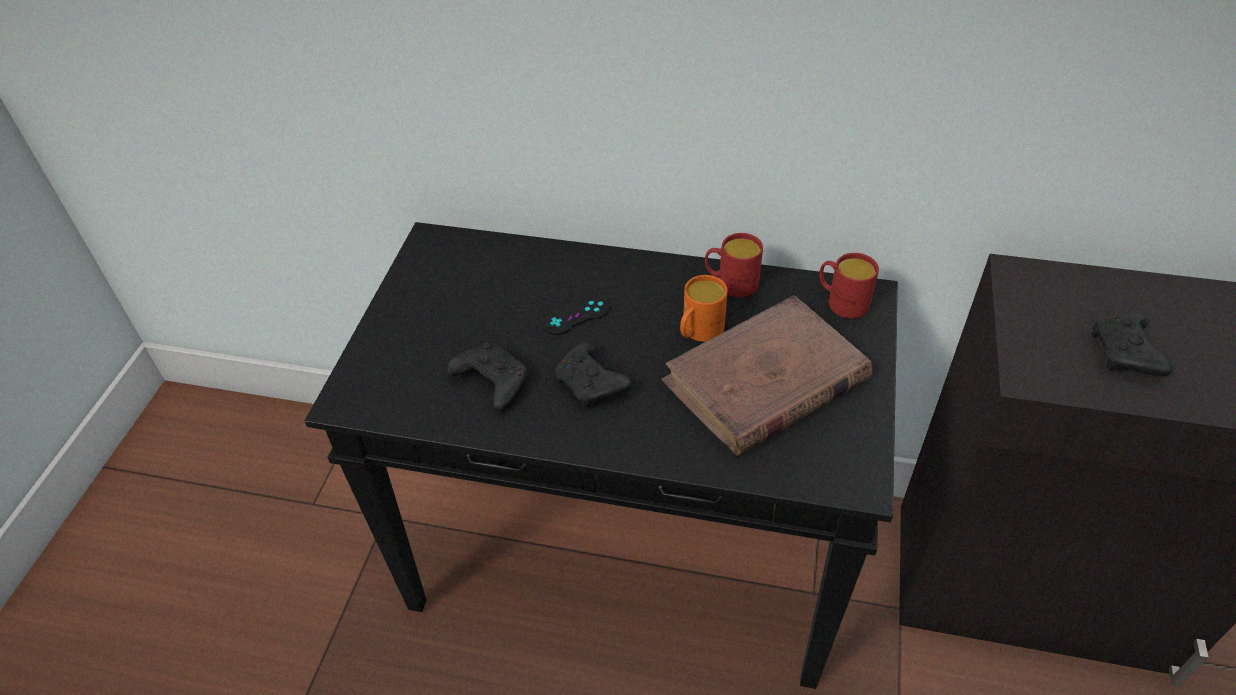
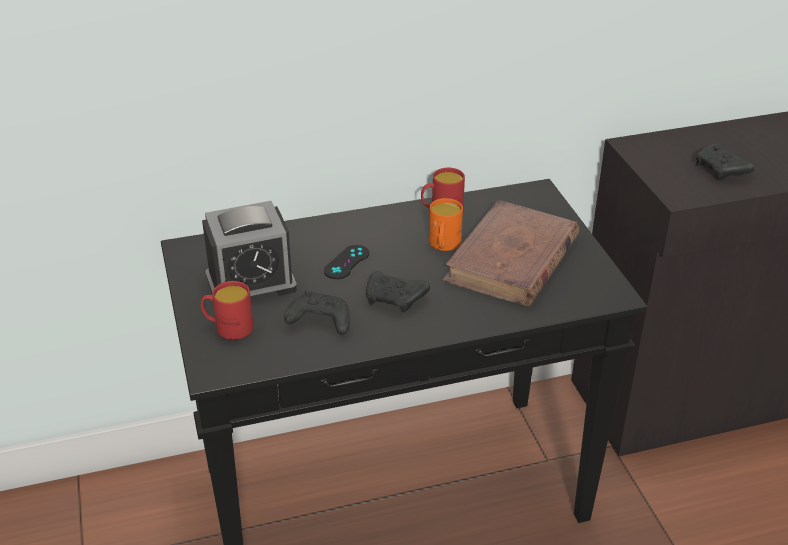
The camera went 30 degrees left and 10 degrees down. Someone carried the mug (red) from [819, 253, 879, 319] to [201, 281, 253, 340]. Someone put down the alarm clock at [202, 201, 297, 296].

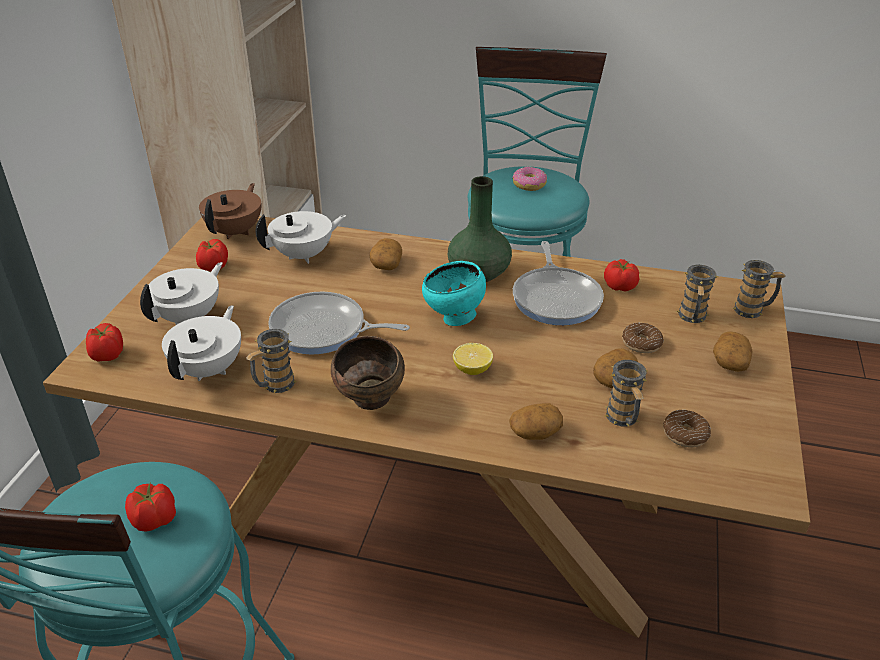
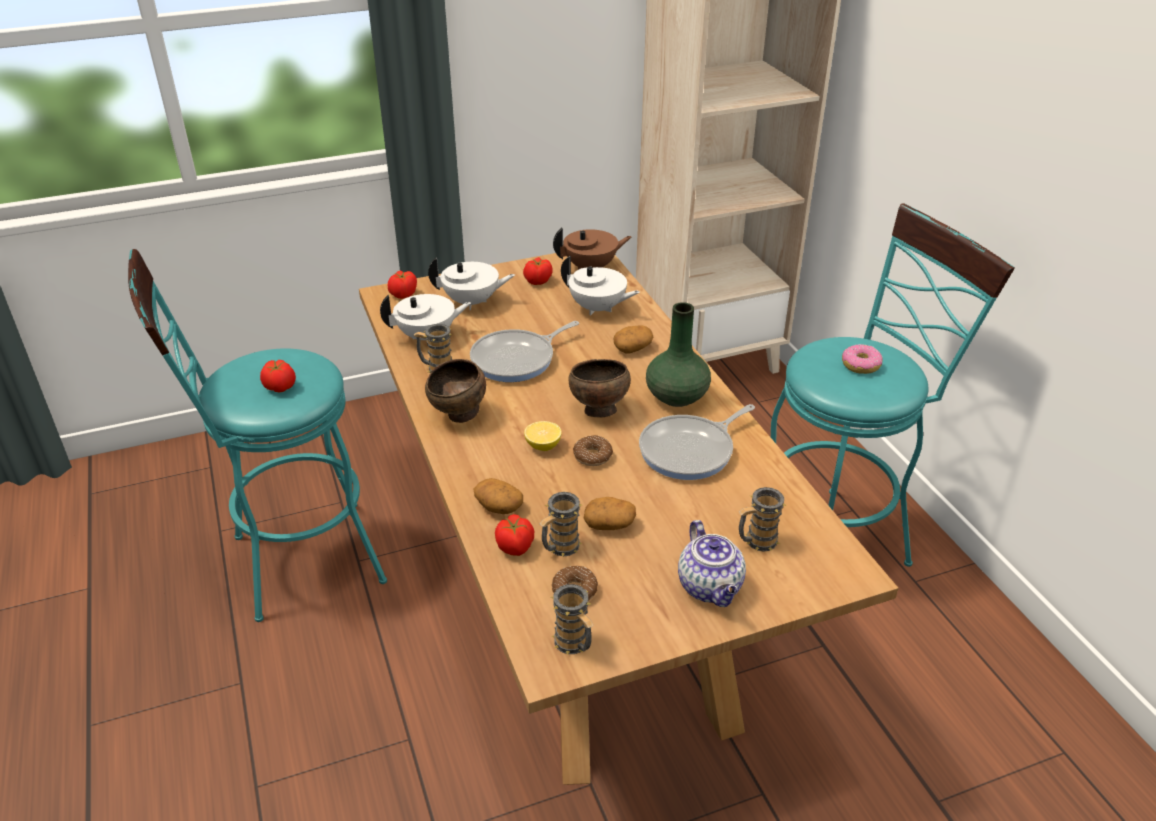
The camera went 55 degrees right and 0 degrees up. Someone rotated the frying pan at [268, 292, 410, 355] by 105 degrees counterclockwise. Someone carried the tomato from [604, 259, 640, 291] to [495, 514, 534, 556]. Someone carried the mug from [732, 260, 785, 318] to [550, 584, 593, 655]. Someone repainted the bowl (turquoise) at [422, 261, 486, 326], which became the bowl (brown) at [568, 359, 631, 417]. Someone carried the donut from [622, 323, 664, 353] to [573, 435, 613, 466]. Someone swapped the potato at [713, 331, 753, 372] for the teapot at [678, 520, 746, 607].

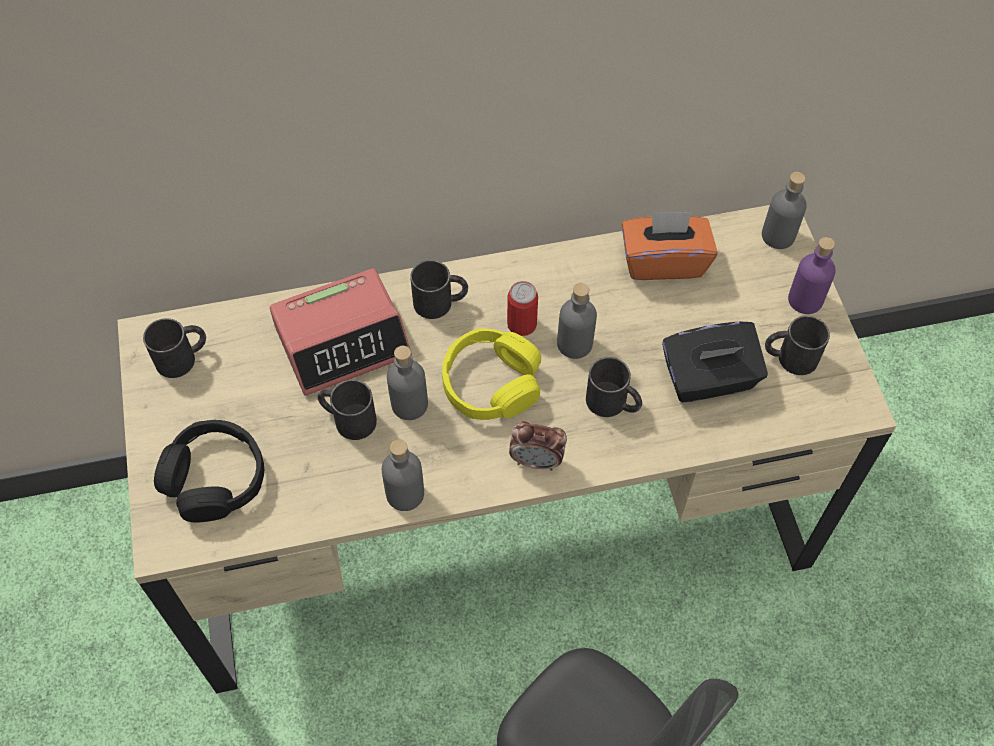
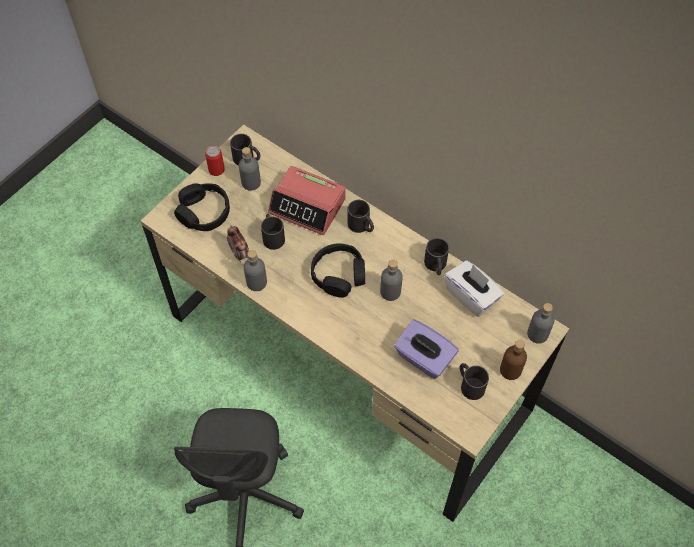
The camera went 50 degrees right and 0 degrees up. Someone carried the can from [507, 281, 538, 336] to [205, 145, 225, 176]. Someone carried the alarm clock from [509, 421, 567, 471] to [227, 226, 249, 262]. Someone carried the bottle (grey) from [387, 346, 428, 420] to [239, 147, 261, 191]. Someone repainted the headphones (yellow) at [442, 329, 541, 420], which became the headphones (black) at [311, 243, 365, 298]. Someone repainted the tissue box (black) at [662, 321, 768, 403], which became the tissue box (purple) at [394, 319, 459, 379]. Someone carried the mug (black) from [586, 357, 642, 417] to [424, 238, 449, 275]. Someone repainted the tissue box (orange) at [621, 211, 718, 280], which became the tissue box (white) at [444, 260, 504, 317]. Someone repainted the bottle (purple) at [788, 237, 836, 314], which became the bottle (brown) at [500, 340, 527, 380].

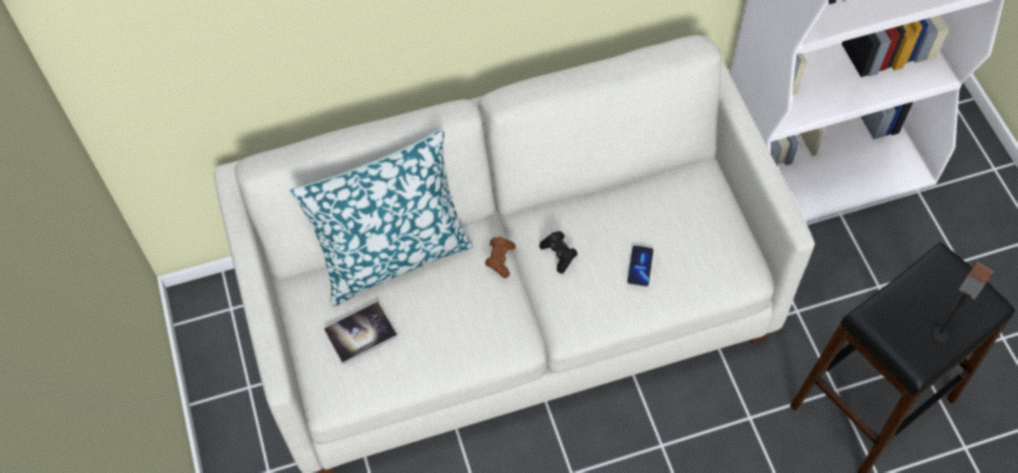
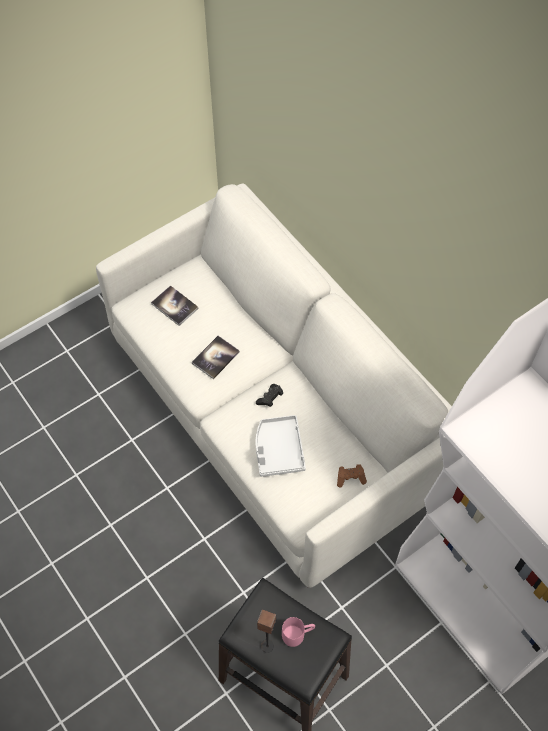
The camera went 70 degrees right and 0 degrees up. Someone put down the book at [192, 336, 240, 379]. Someone swapped the phone at [627, 245, 654, 287] for the tray (grey) at [256, 415, 306, 477]. Someone put down the mug (pink) at [282, 617, 315, 647]. Someone carried the game controller (brown) from [485, 237, 516, 278] to [337, 464, 367, 487]. Someone took away the pillow at [290, 129, 473, 307].

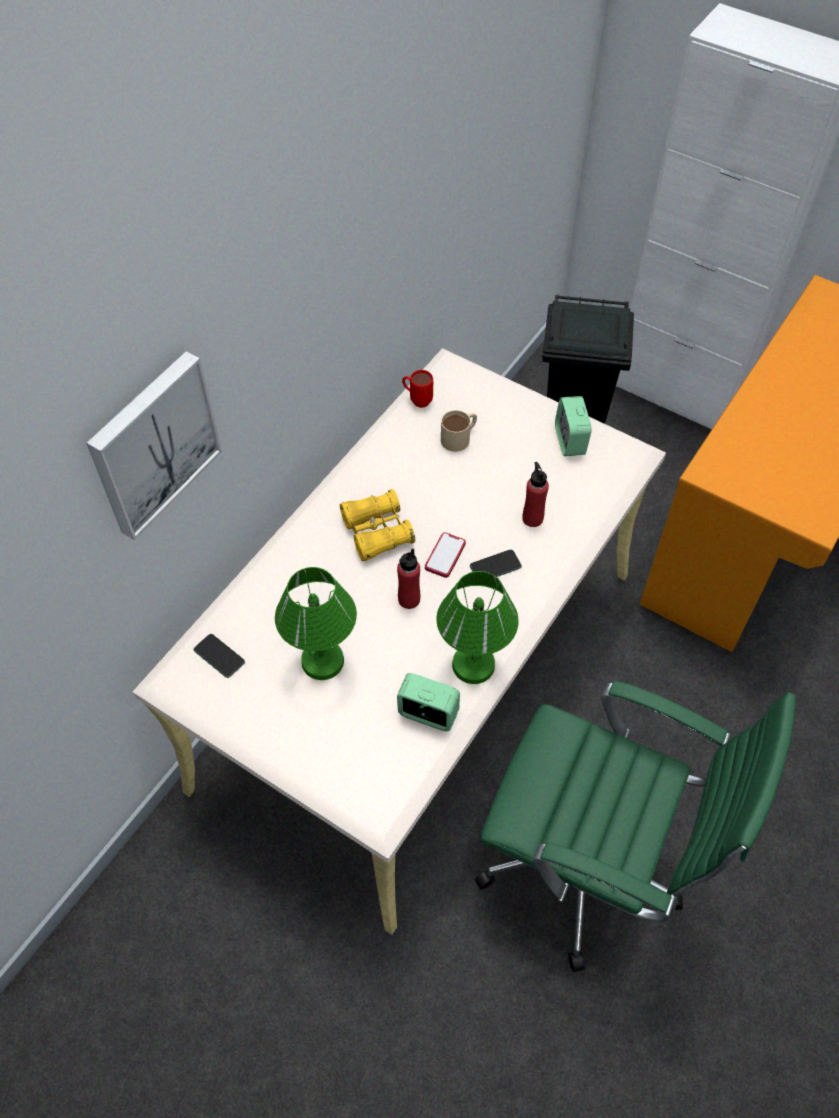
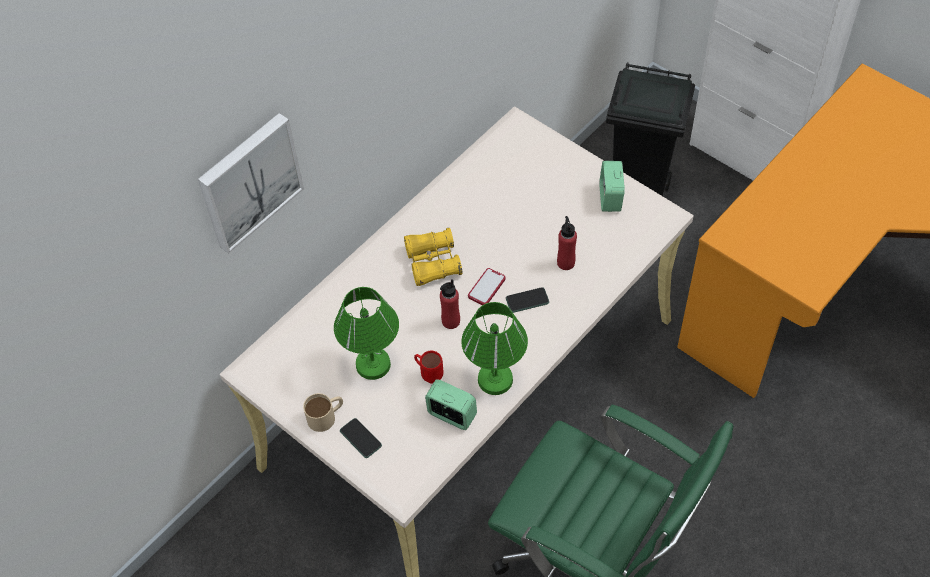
The camera went 10 degrees right and 0 degrees up. Someone carried the mug (beige) from [441, 410, 477, 452] to [303, 393, 343, 432]. Someone carried the phone from [194, 634, 245, 678] to [340, 418, 382, 458]. Someone carried the mug (red) from [402, 370, 433, 408] to [414, 351, 443, 383].

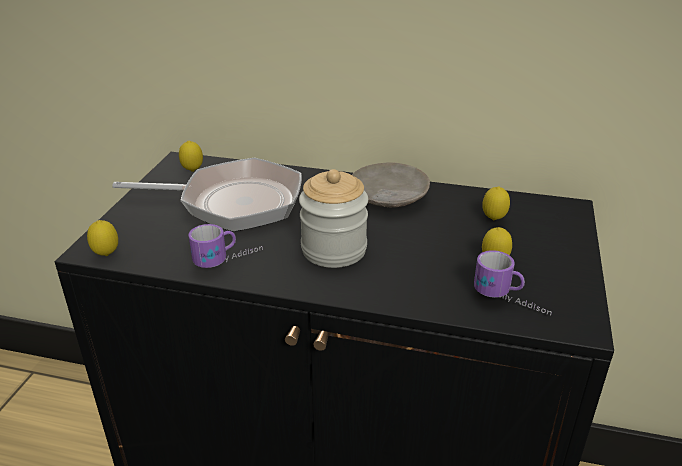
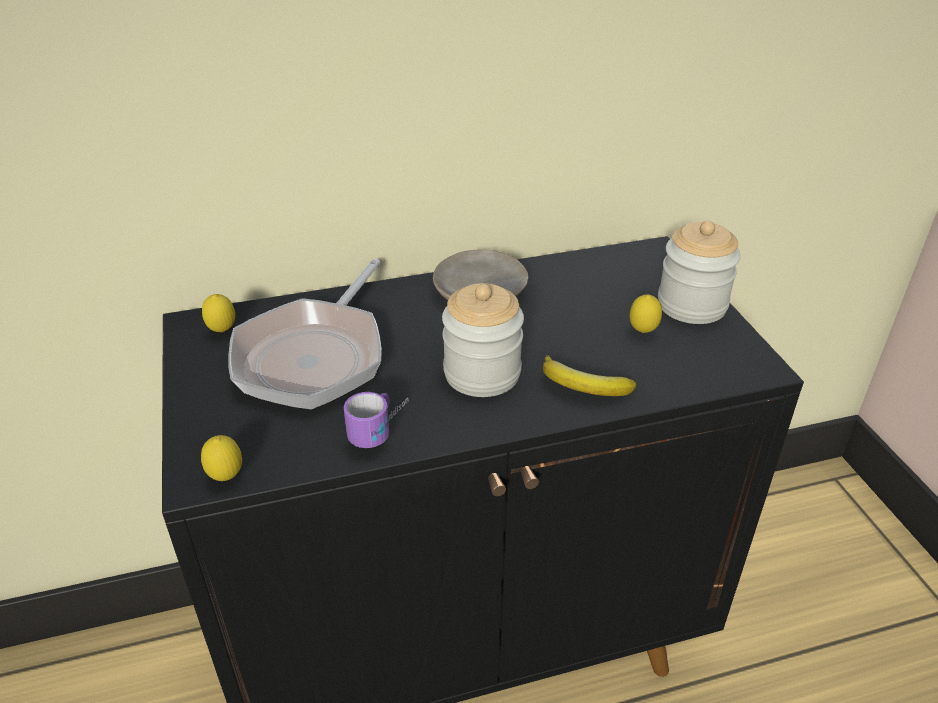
The camera went 30 degrees left and 5 degrees up. Someone rotated the frying pan at [112, 158, 302, 232] by 135 degrees clockwise. Someone put down the banana at [543, 355, 636, 396]. Someone put down the jar at [658, 220, 741, 324]. Someone took away the mug at [474, 250, 552, 316]. Someone took away the lemon at [483, 186, 510, 220].

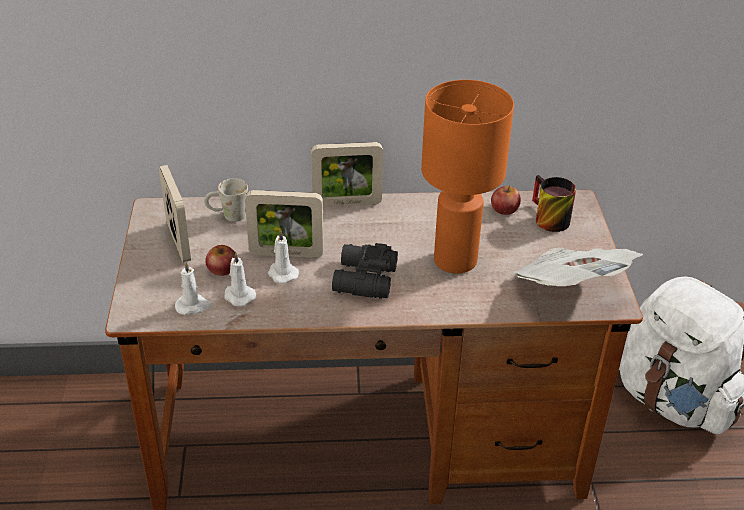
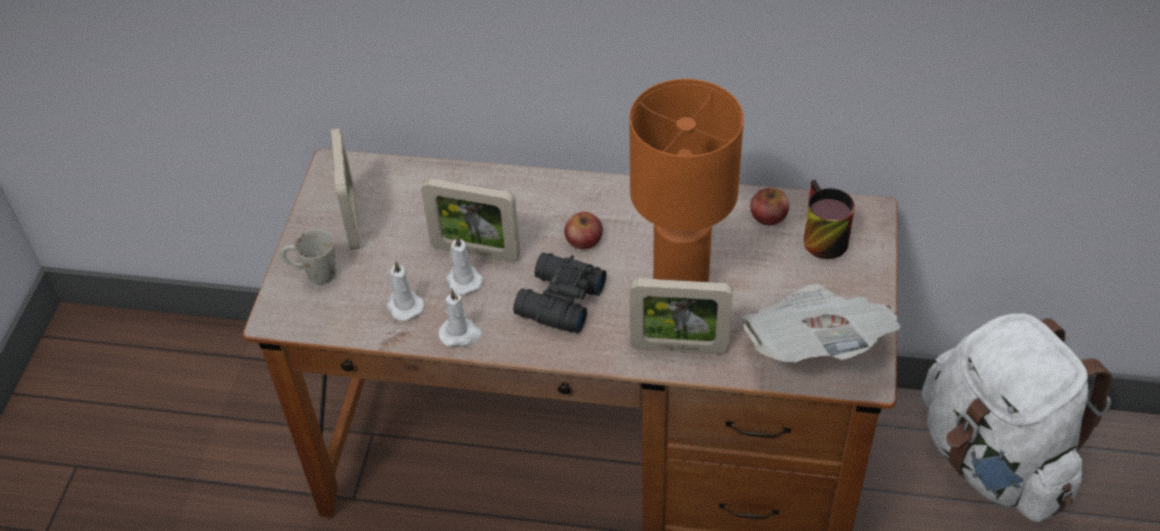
The camera went 15 degrees right and 10 degrees up. Someone carried the mug (white) from [204, 178, 248, 222] to [280, 229, 336, 284]. Someone carried the candle (white) from [175, 261, 212, 315] to [439, 288, 483, 347]. Someone carried the apple from [205, 245, 235, 276] to [564, 212, 603, 249]. Someone carried the picture frame from [311, 142, 383, 207] to [629, 278, 733, 354].

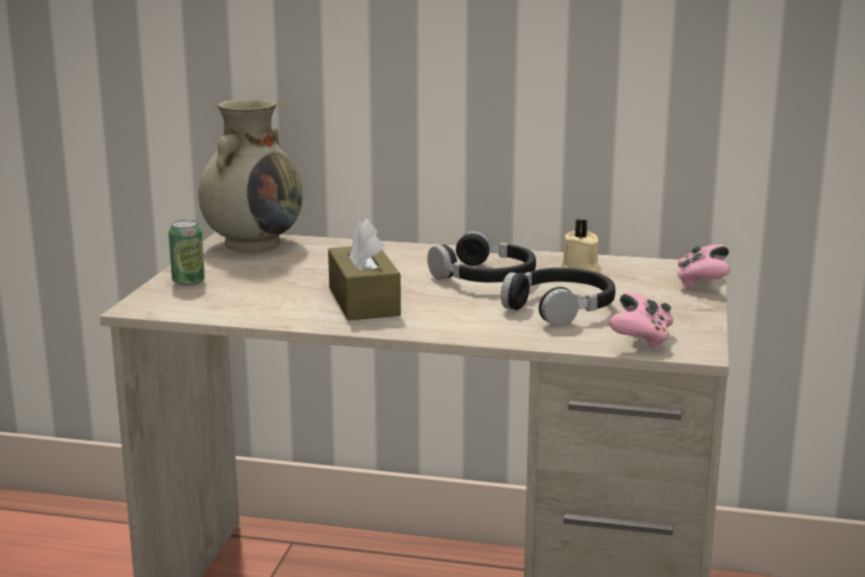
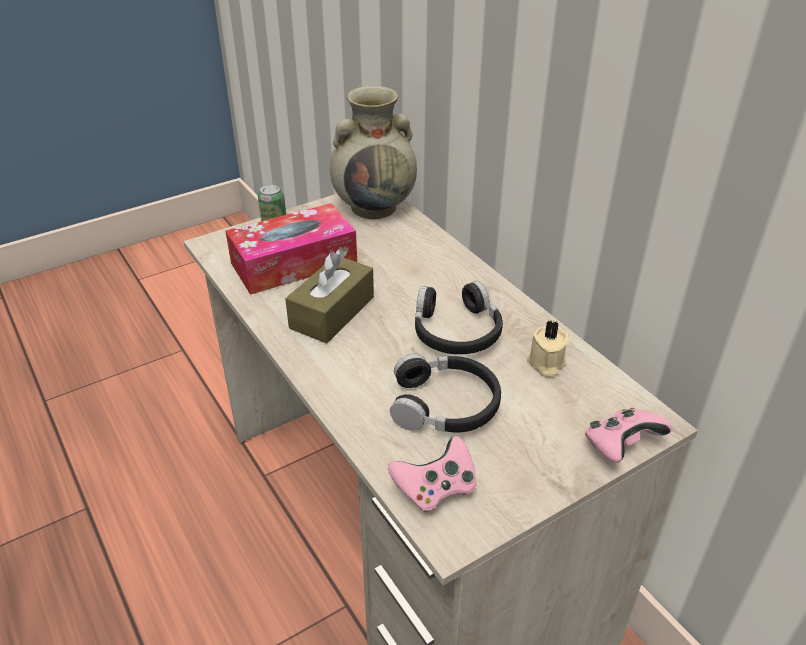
The camera went 45 degrees right and 20 degrees up. Someone put down the tissue box at [226, 203, 357, 295].

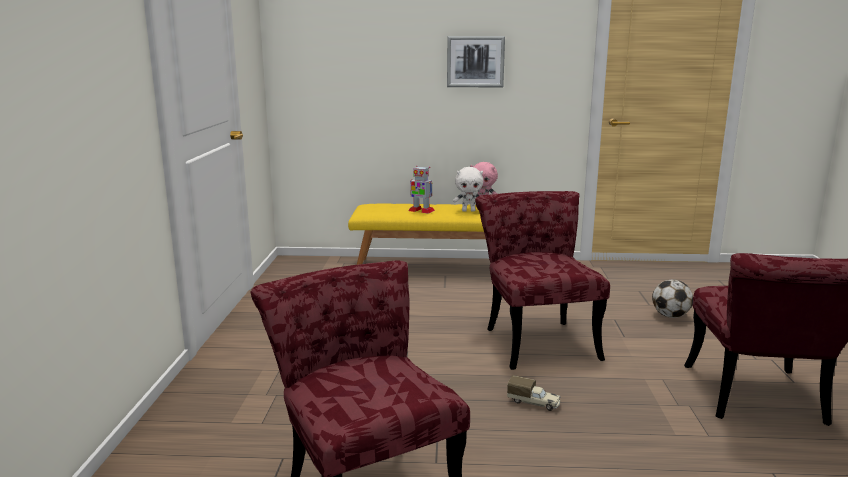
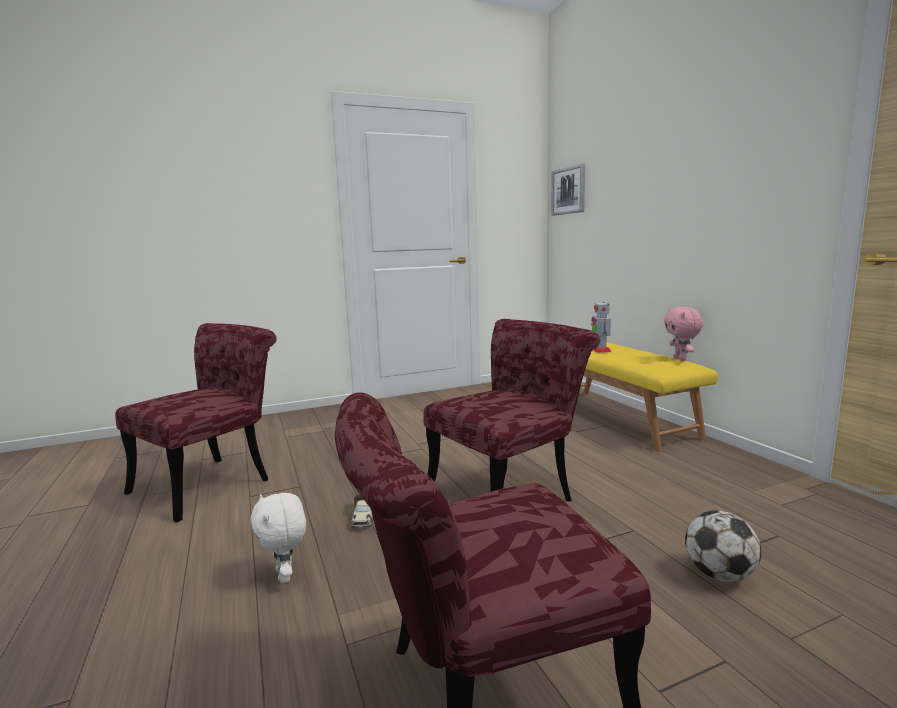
The camera went 65 degrees right and 5 degrees down. Someone carried the plush toy (white) from [453, 167, 483, 212] to [251, 493, 306, 583]. Someone carried the picture from [447, 36, 505, 87] to [551, 164, 585, 215].

